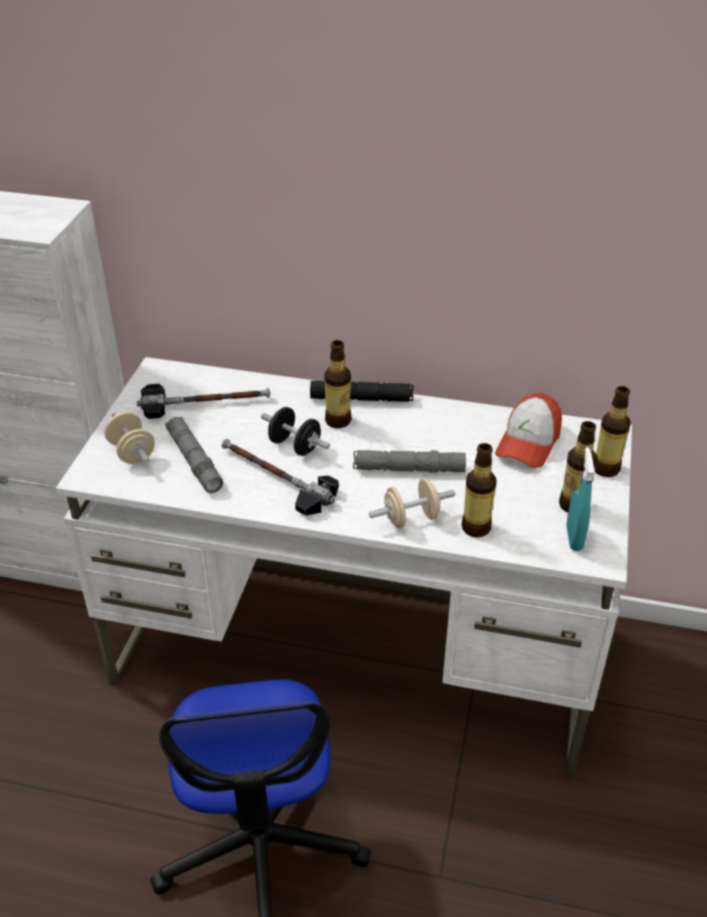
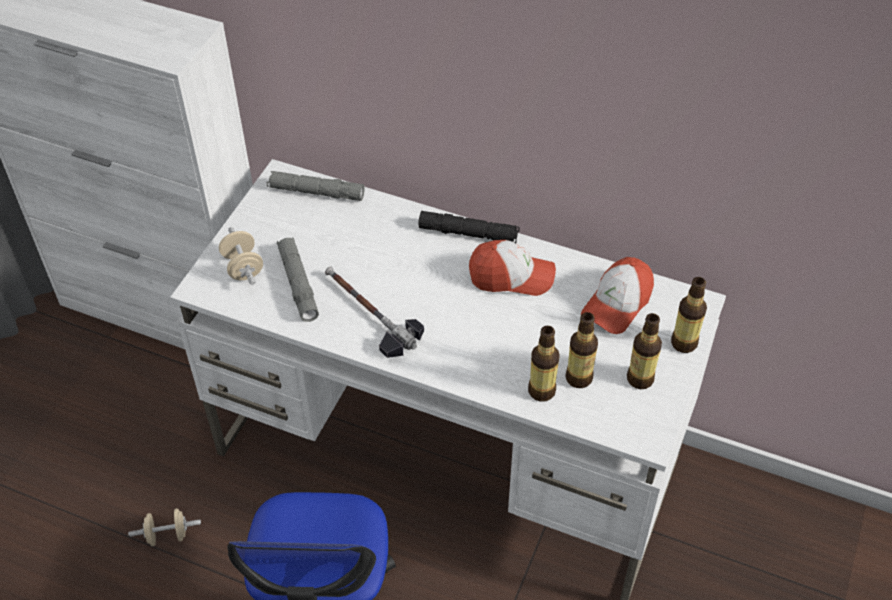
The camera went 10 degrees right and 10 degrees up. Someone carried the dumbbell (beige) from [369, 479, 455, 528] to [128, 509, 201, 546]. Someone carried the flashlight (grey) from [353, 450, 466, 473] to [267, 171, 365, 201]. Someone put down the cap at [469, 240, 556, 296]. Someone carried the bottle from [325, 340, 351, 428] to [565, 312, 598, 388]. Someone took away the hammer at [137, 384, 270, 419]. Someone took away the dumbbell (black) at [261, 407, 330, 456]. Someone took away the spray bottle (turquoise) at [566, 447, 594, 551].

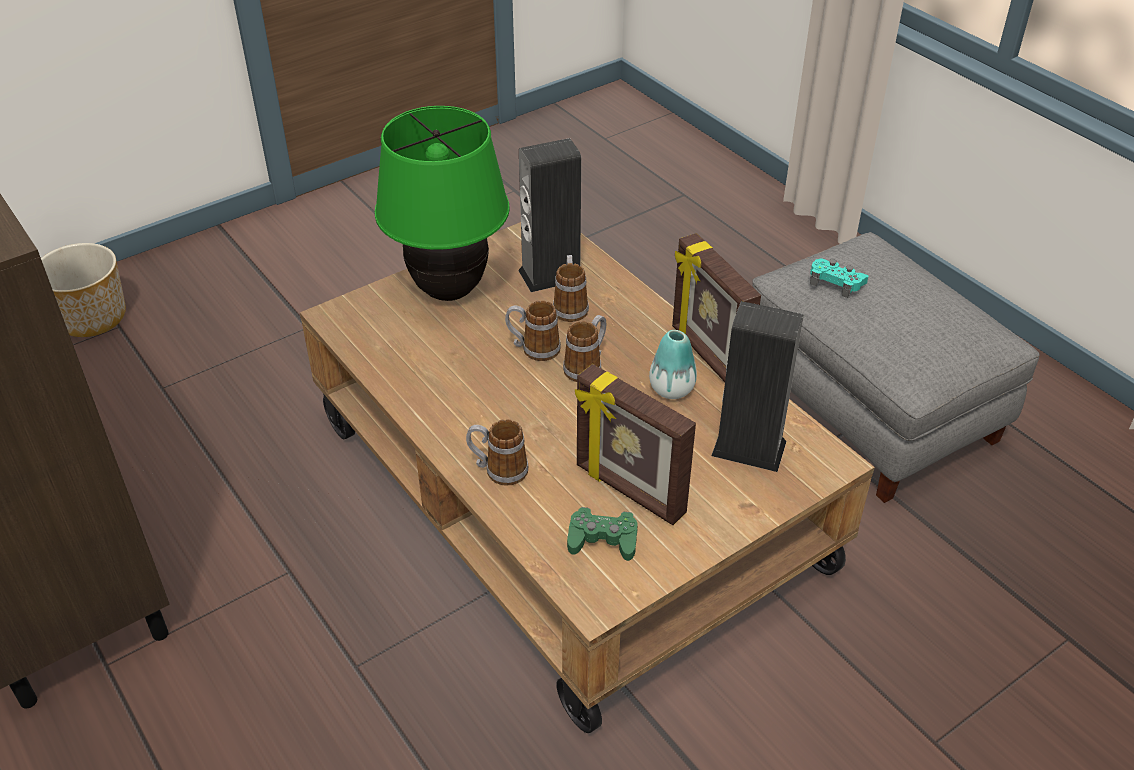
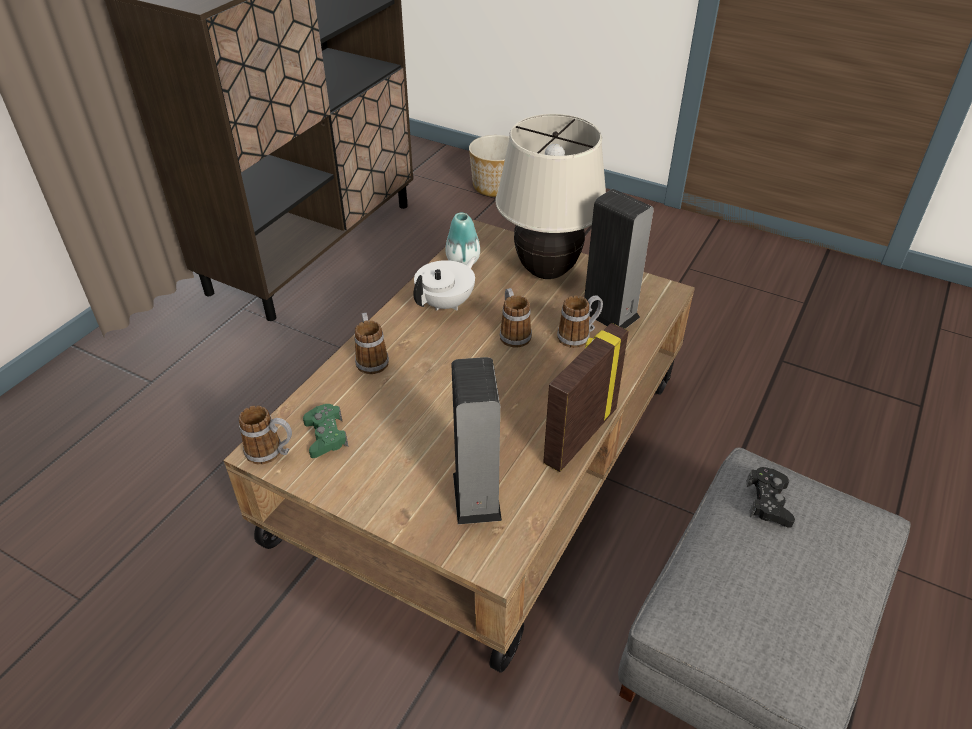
The camera went 65 degrees right and 0 degrees up. Someone carried the mug from [563, 315, 606, 382] to [239, 405, 292, 464]. Someone put down the teapot (white) at [413, 257, 476, 311]. Someone carried the vase from [649, 330, 697, 399] to [445, 213, 480, 265]. Someone repainted the table lamp (green) at [375, 106, 510, 301], which became the table lamp (beige) at [496, 114, 606, 279]. Someone repainted the game controller (turquoise) at [810, 258, 868, 298], which became the game controller (black) at [747, 467, 795, 528]. Someone took away the picture frame at [575, 364, 696, 525].

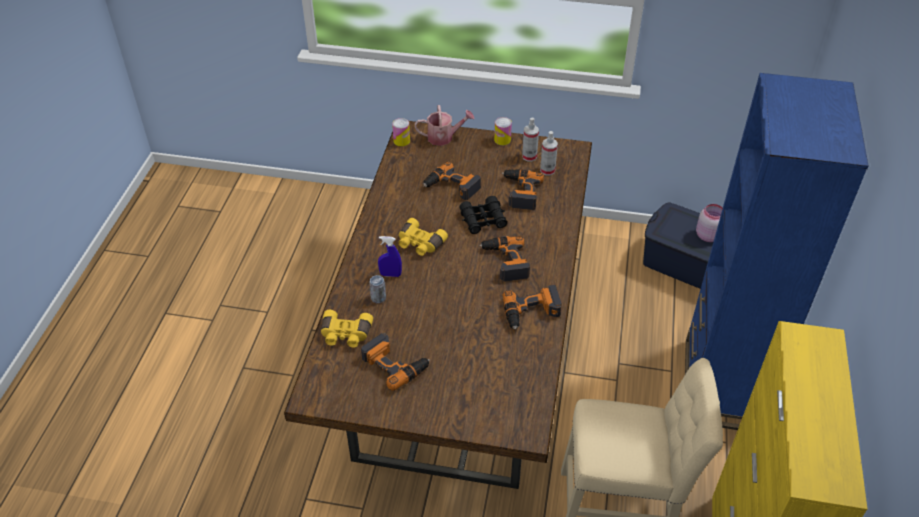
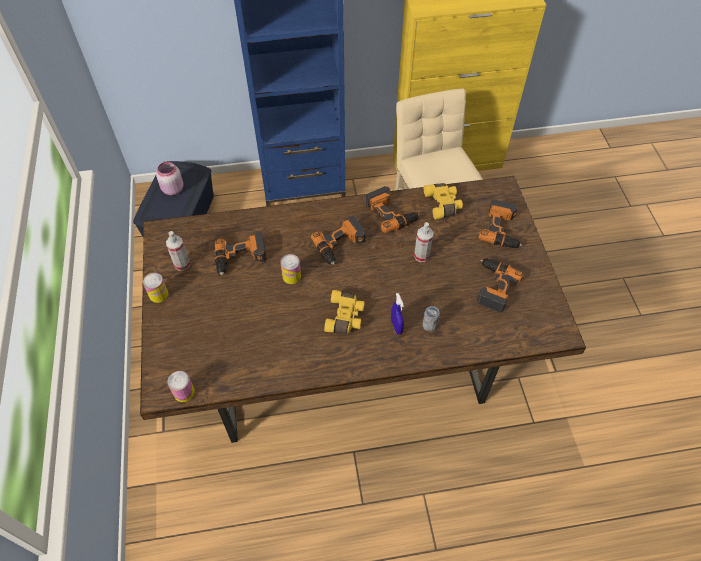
The camera went 110 degrees left and 10 degrees up. Someone swapped the binoculars (black) at [459, 196, 507, 234] for the can at [280, 254, 301, 284]. Someone carried the spray bottle from [540, 131, 558, 176] to [414, 222, 433, 262]. Someone carried the binoculars (yellow) from [321, 310, 373, 348] to [424, 183, 463, 220]. Someone carried the power drill from [423, 161, 481, 200] to [479, 200, 522, 248]. Someone took away the watering can at [415, 105, 474, 146].

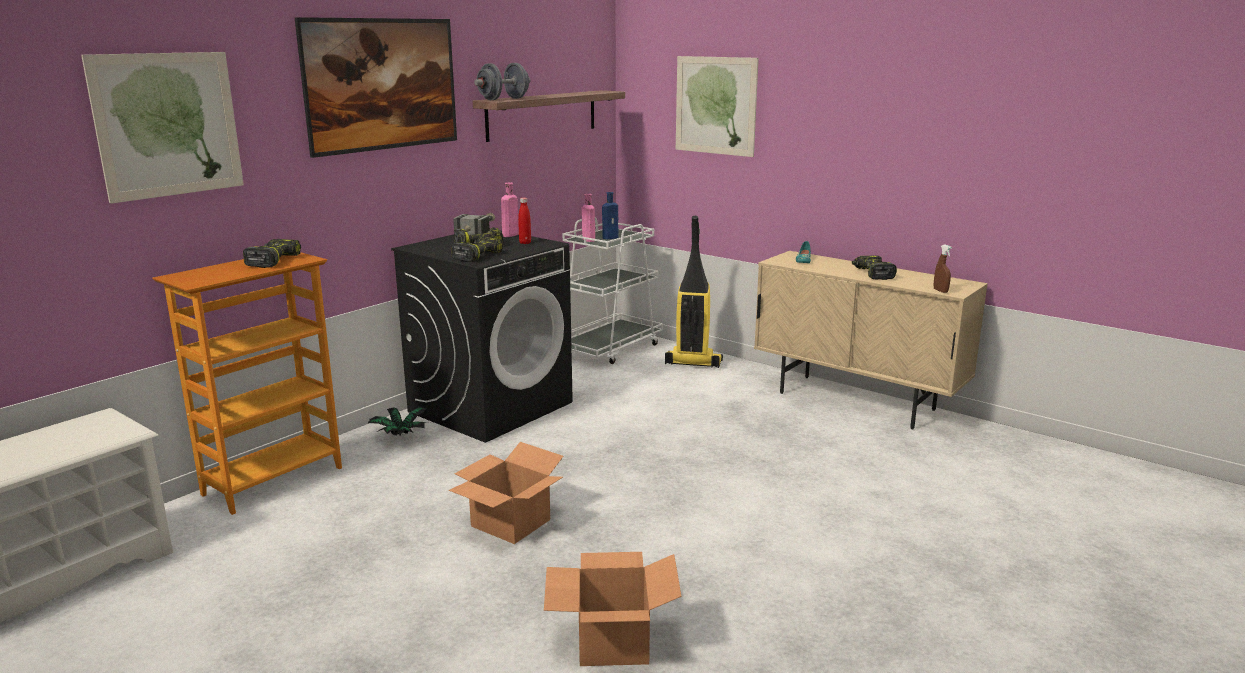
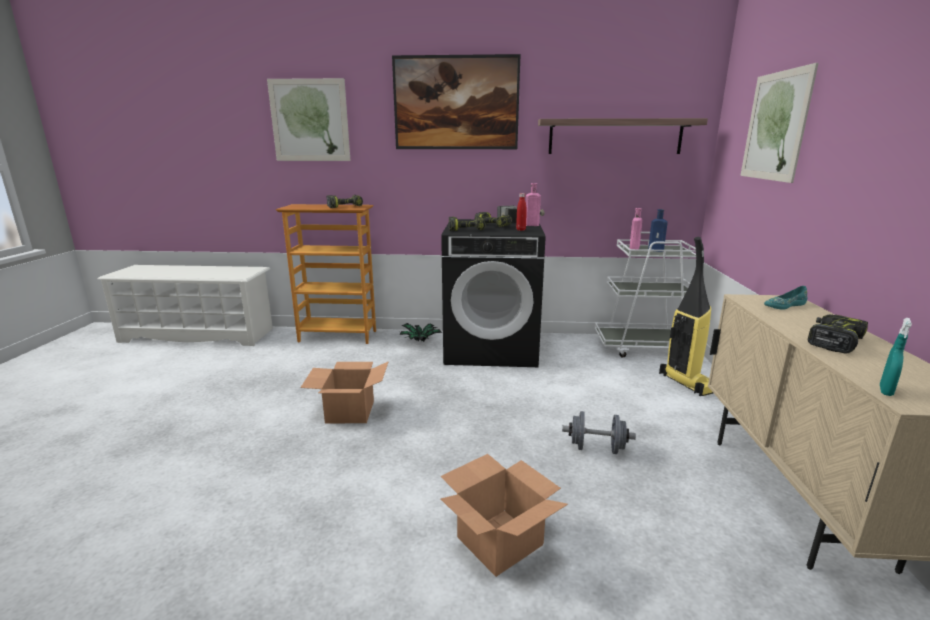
The camera went 55 degrees right and 0 degrees up. Someone carried the cardboard box from [544, 552, 682, 666] to [440, 454, 568, 577]. Someone carried the dumbbell (grey) from [474, 63, 531, 100] to [562, 411, 636, 454]. Someone repainted the spray bottle (brown) at [934, 244, 952, 293], which became the spray bottle (turquoise) at [880, 318, 912, 396].

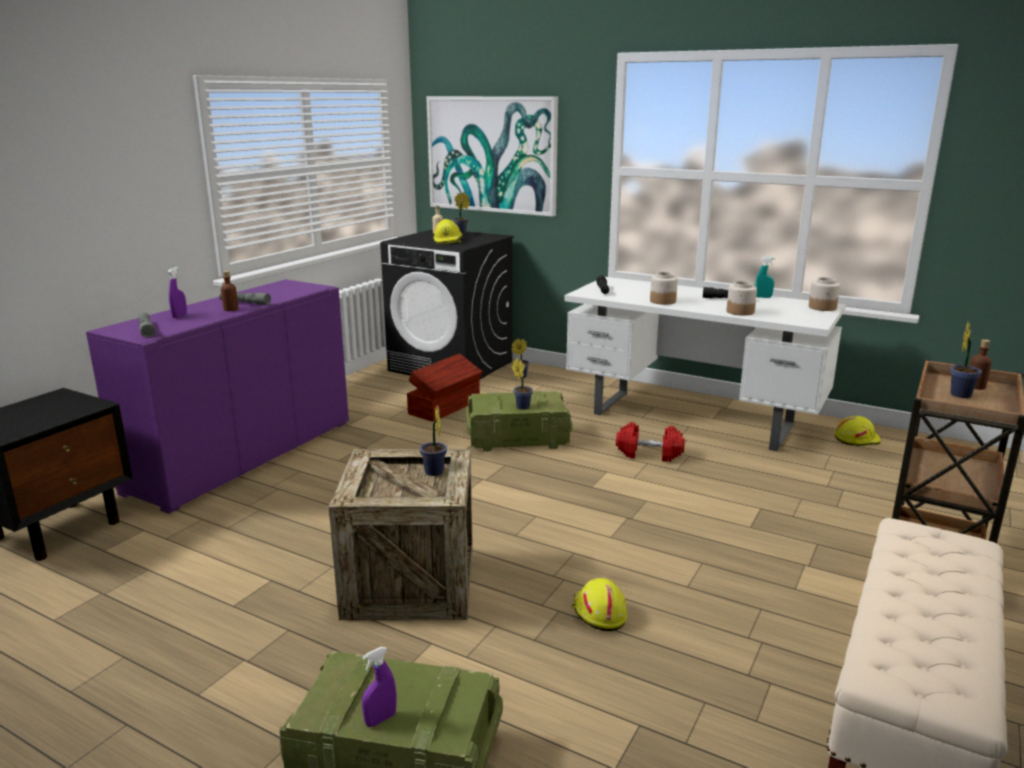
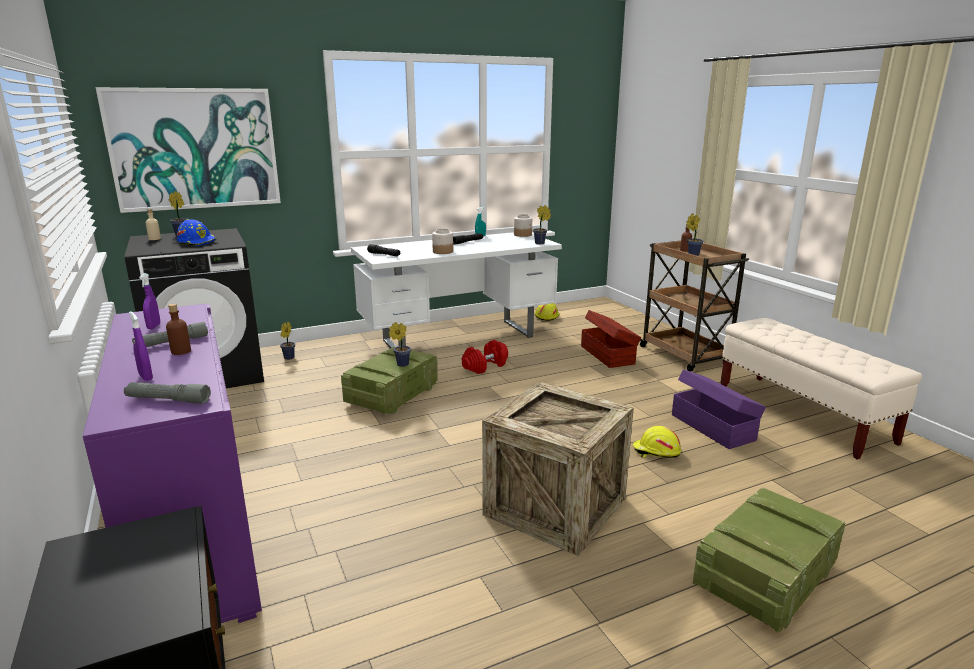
The camera went 55 degrees left and 0 degrees up. Someone carried the spray bottle (purple) from [362, 647, 396, 727] to [139, 273, 160, 329]. Someone repainted the hard hat (yellow) at [433, 219, 462, 244], which became the hard hat (blue) at [177, 219, 216, 246]. Someone carried the potted plant from [420, 406, 447, 476] to [533, 205, 551, 245]. Someone carried the storage box (brown) from [407, 353, 483, 422] to [581, 310, 641, 368]. Someone put down the storage box (purple) at [672, 369, 766, 449]. Someone took away the jar at [727, 281, 757, 316].

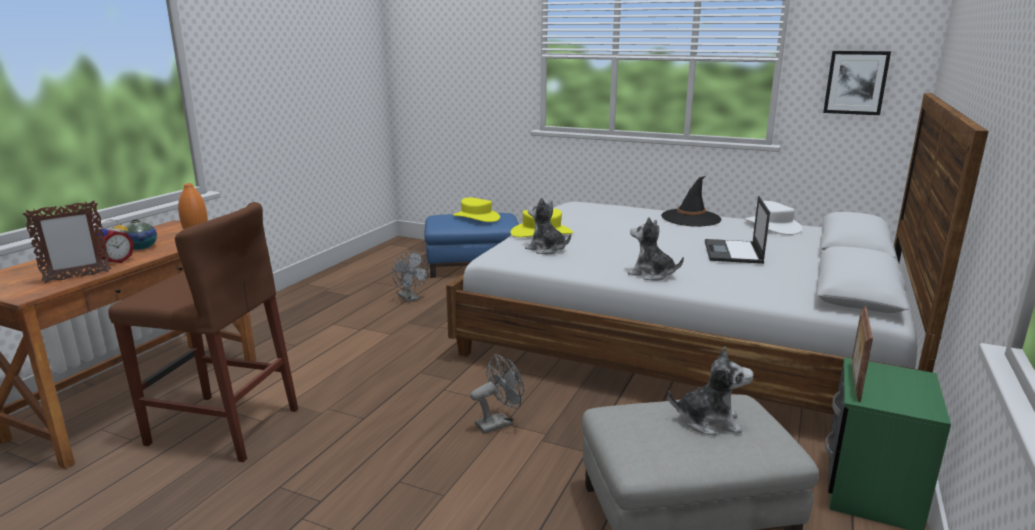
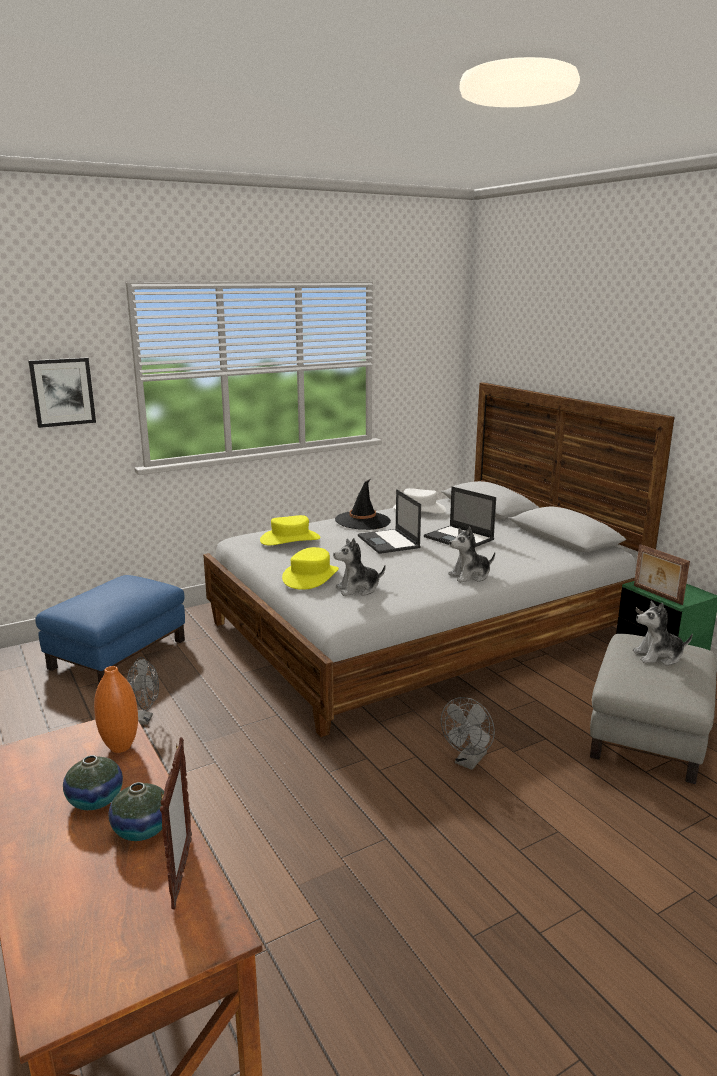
The camera went 55 degrees left and 0 degrees up. Someone carried the picture from [823, 51, 891, 115] to [28, 357, 96, 428]. Someone swapped the alarm clock at [97, 219, 134, 264] for the vase at [108, 782, 164, 841]. Someone carried the hat (yellow) from [453, 197, 500, 222] to [260, 515, 320, 545]. Someone put down the laptop at [358, 489, 421, 554]. Someone rotated the fan (grey) at [470, 354, 524, 434] by 150 degrees counterclockwise. Someone rotated the plush toy at [668, 346, 754, 436] by 135 degrees counterclockwise. Someone took away the stool (brown) at [108, 202, 298, 462].

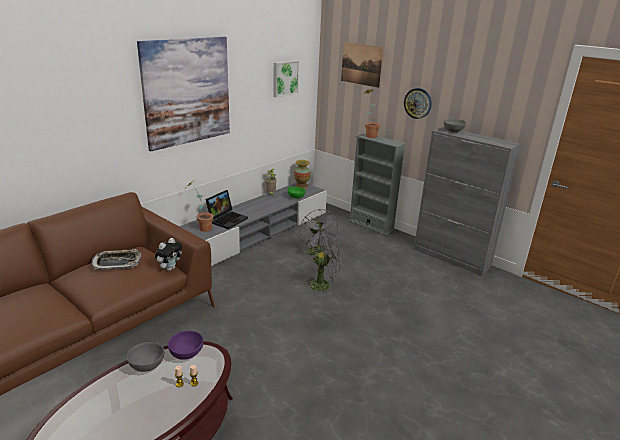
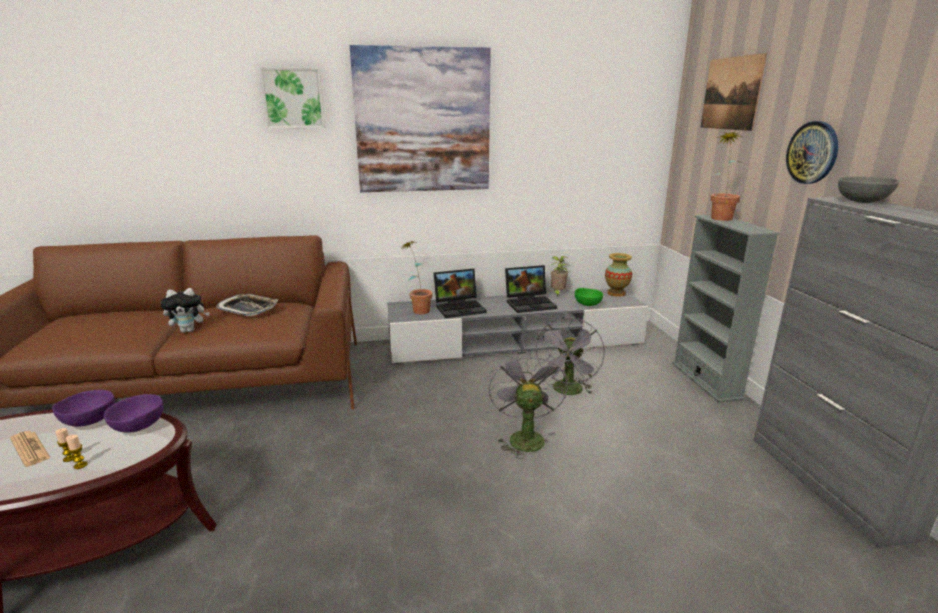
The camera went 40 degrees right and 5 degrees down. Someone put down the newspaper at [10, 431, 51, 467]. Someone repainted the bowl (grey) at [127, 342, 164, 372], which became the bowl (purple) at [52, 390, 115, 427]. Someone carried the plush toy from [155, 238, 182, 271] to [160, 288, 210, 333]. Someone carried the picture from [273, 60, 299, 97] to [260, 67, 325, 128]. Someone rotated the fan (grey) at [303, 235, 342, 295] by 120 degrees counterclockwise. Someone put down the laptop at [505, 265, 557, 313].

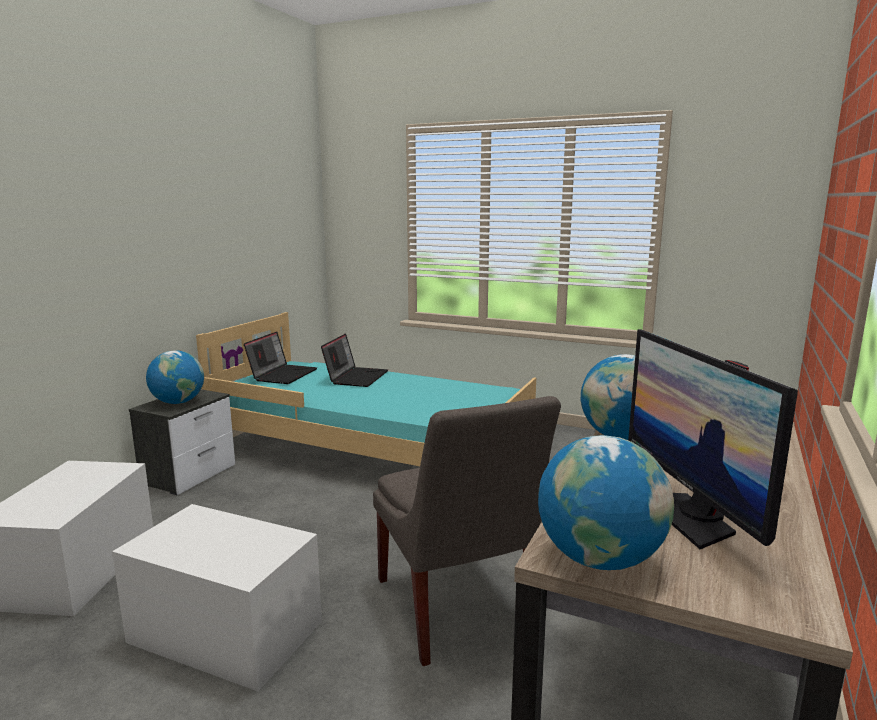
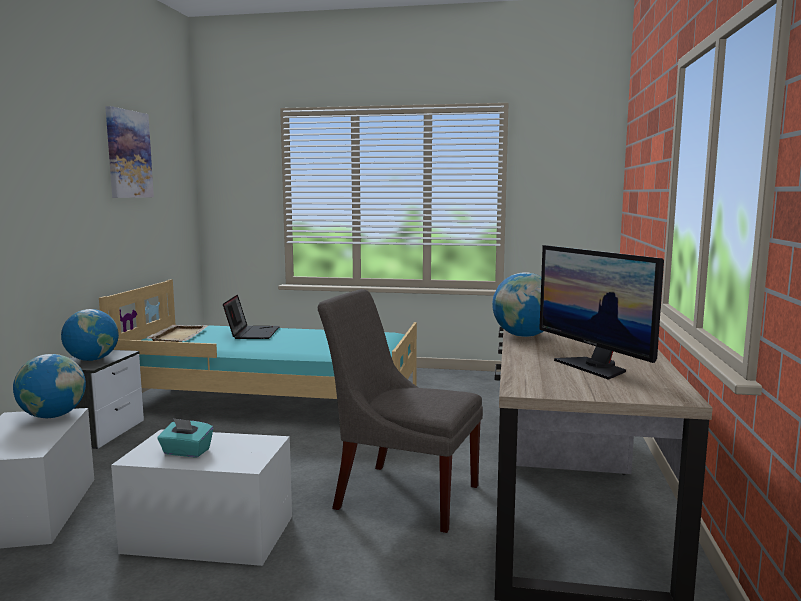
The camera went 15 degrees left and 5 degrees down. Someone carried the globe from [538, 435, 674, 570] to [13, 354, 86, 418]. Someone put up the picture at [105, 106, 154, 198]. Someone swapped the laptop at [244, 331, 317, 384] for the tray (beige) at [146, 325, 208, 342]. Someone put down the tissue box (turquoise) at [157, 418, 213, 457]. Someone rotated the chair (grey) at [373, 396, 561, 666] by 150 degrees clockwise.

